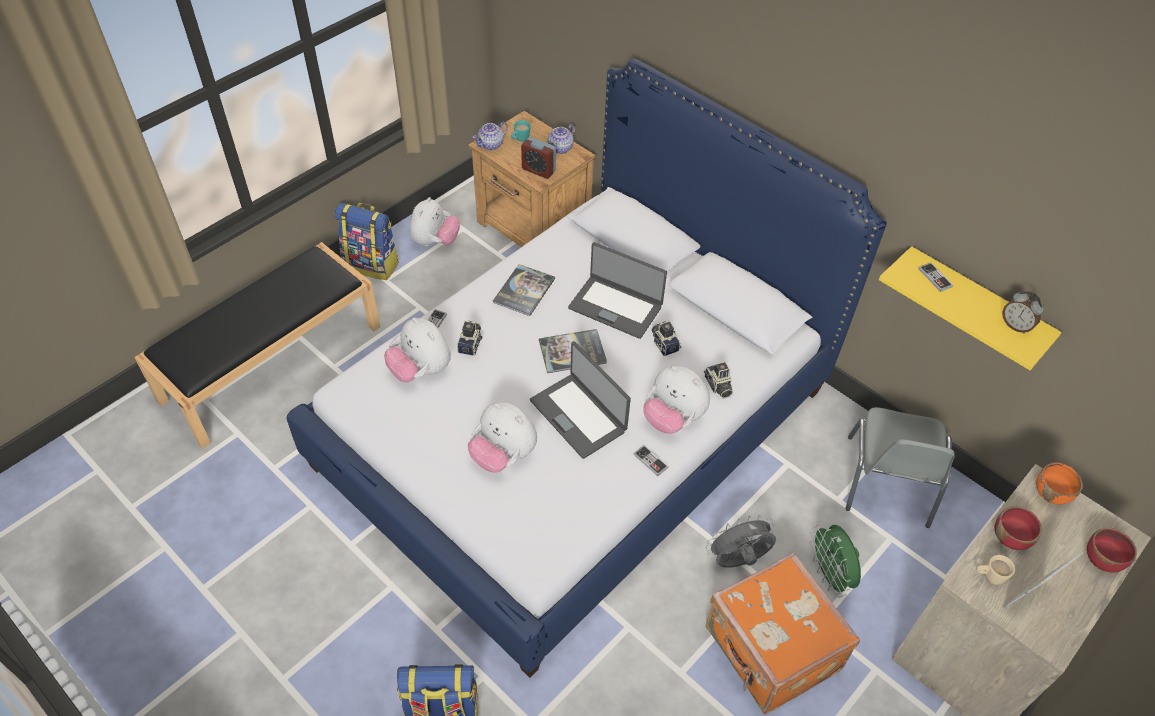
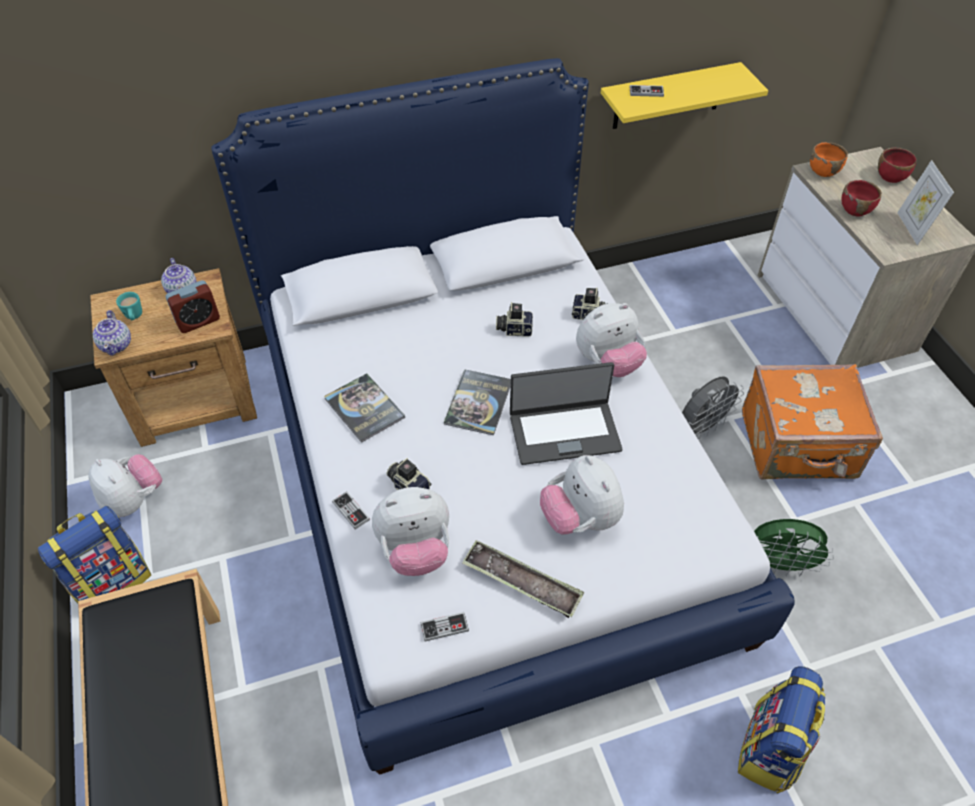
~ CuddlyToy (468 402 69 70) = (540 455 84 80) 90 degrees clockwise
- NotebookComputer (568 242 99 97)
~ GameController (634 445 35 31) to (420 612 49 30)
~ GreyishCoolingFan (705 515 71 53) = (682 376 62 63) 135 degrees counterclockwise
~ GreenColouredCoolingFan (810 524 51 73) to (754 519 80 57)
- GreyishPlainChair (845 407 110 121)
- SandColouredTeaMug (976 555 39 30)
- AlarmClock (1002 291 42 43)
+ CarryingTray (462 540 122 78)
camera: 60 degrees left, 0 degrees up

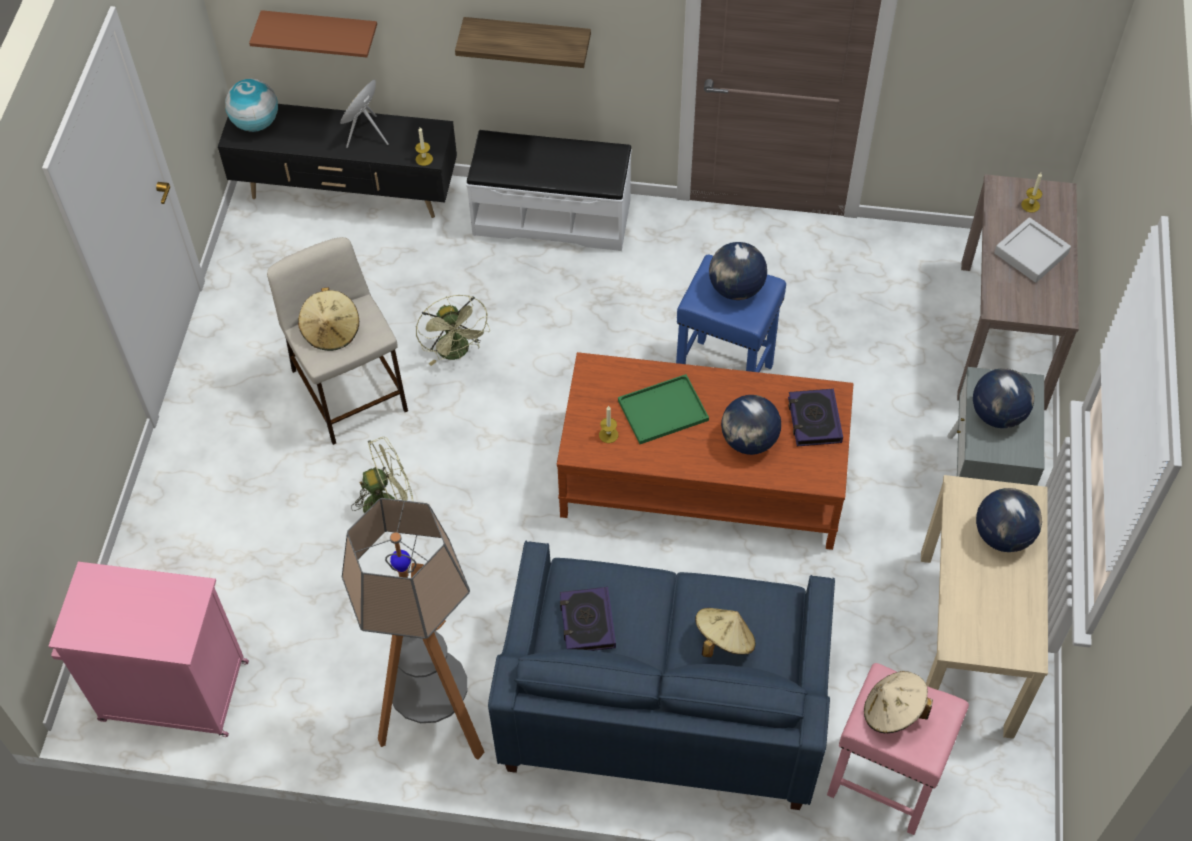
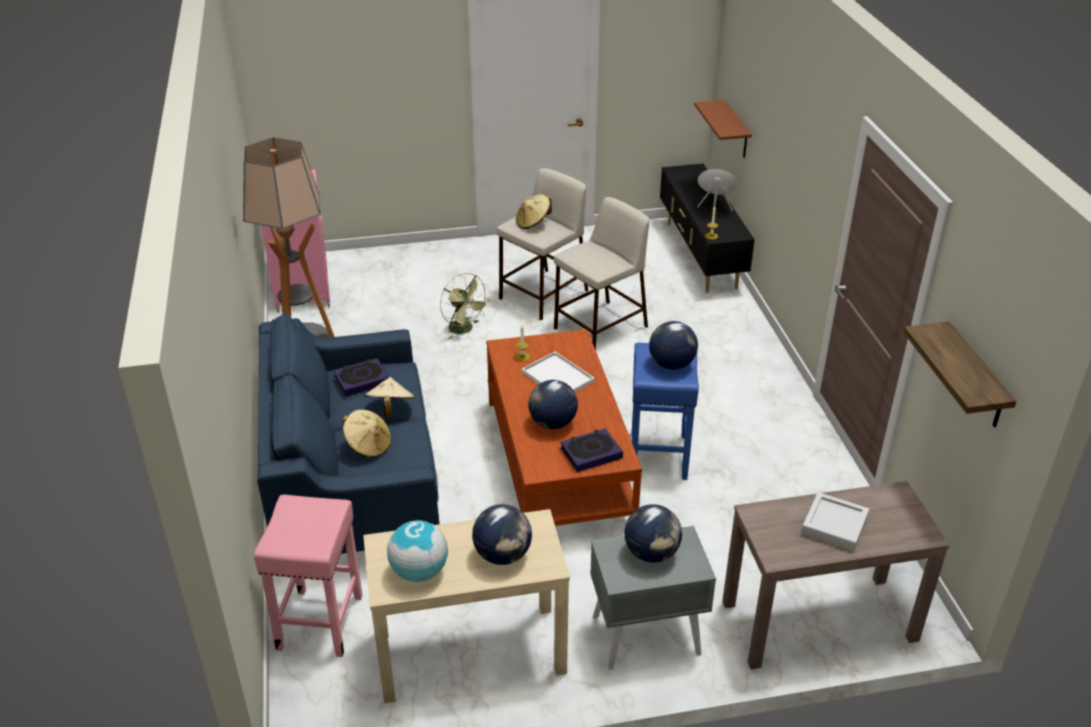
~ WorldGlobe (225 79 53 53) to (387 520 61 62)
~ GreenColouredCoolingFan (416 295 74 71) to SandColouredStool (554 197 95 153)
~ Shelf (455 17 136 51) to (903 321 114 106)
- WhiteColouredBench (466 130 166 121)
~ GreenColouredCarryingTray (618 374 91 70) to WhiteColouredCarryingTray (522 352 73 40)
~ SandColouredClothingHat (864 671 69 62) to (364 377 51 40)
- WaxLight (1021 173 21 40)
camera: 70 degrees right, 20 degrees down

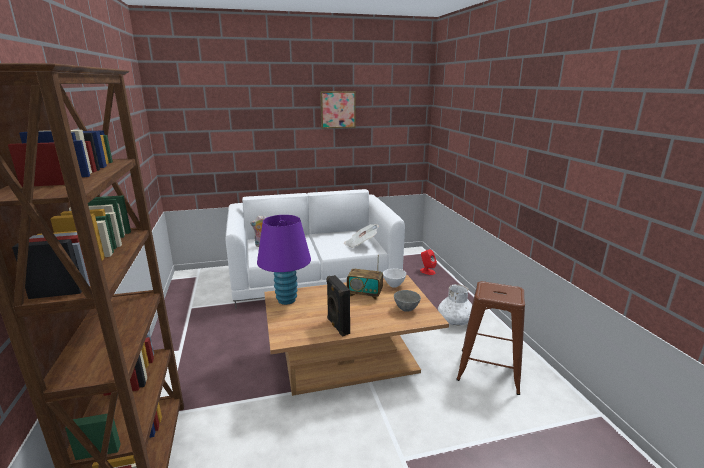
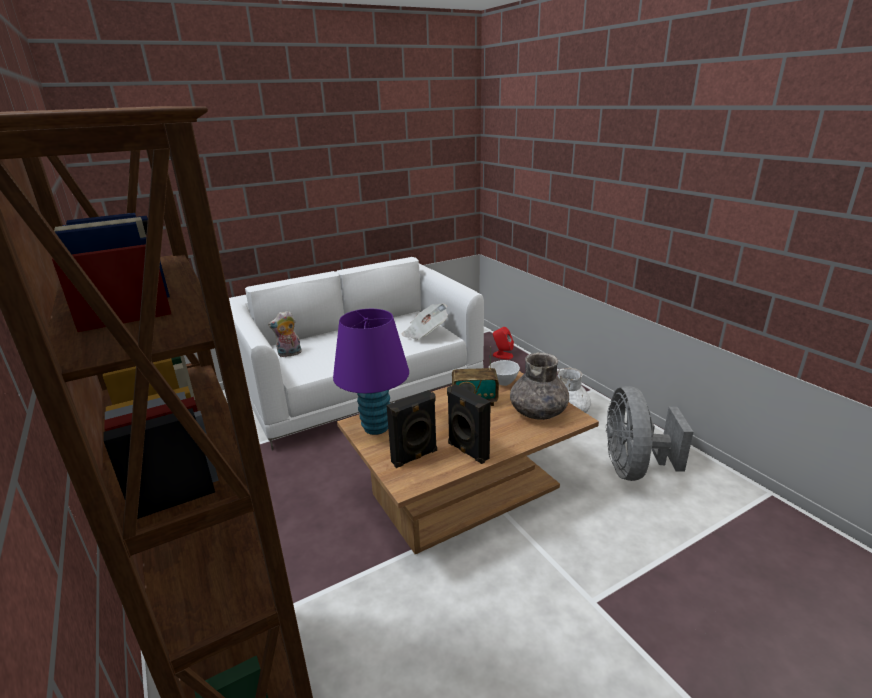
- WallArt (320 91 36 38)
~ GreyishServingBowl (394 290 27 22) to GreyishFlowerVase (510 353 59 67)
~ BrownishStool (456 281 69 114) to GreyishCoolingFan (606 386 87 95)
+ BlackColouredAudioSpeaker (387 390 50 78)
camera: 15 degrees left, 5 degrees up

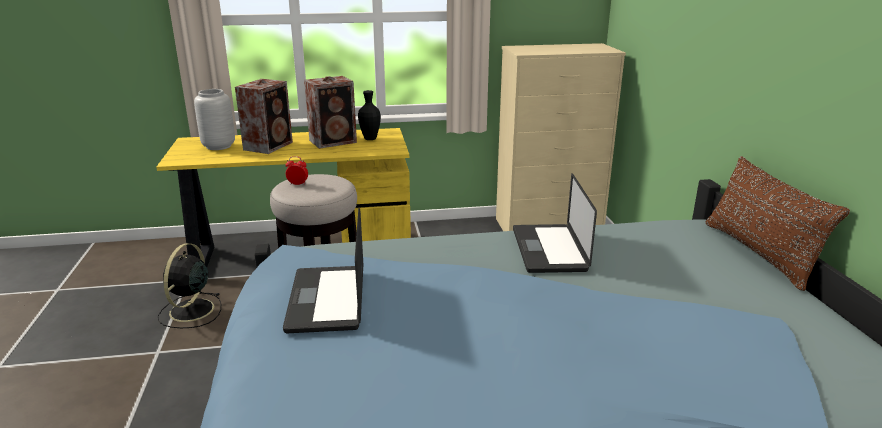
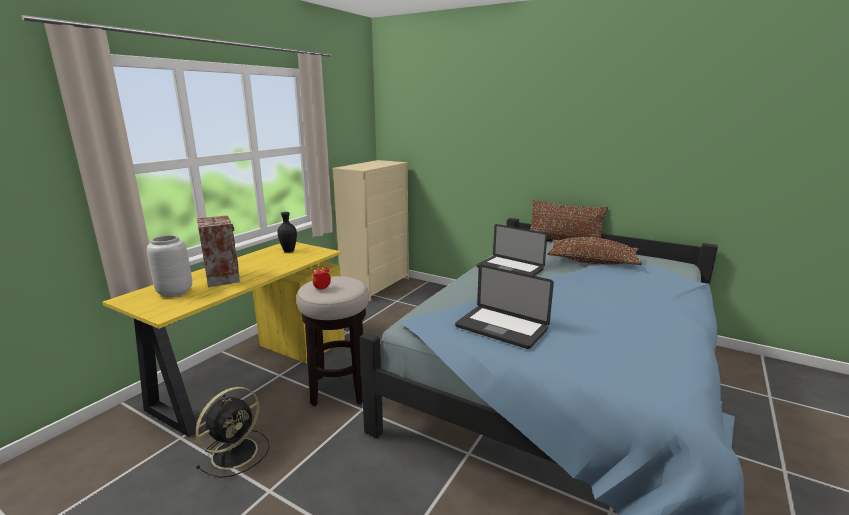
~ BlackColouredCoolingFan (158 243 63 85) = (196 387 73 91) 105 degrees counterclockwise
- AudioSpeaker (304 76 53 73)
+ BrownishThrowPillow (547 237 95 28)
camera: 50 degrees left, 5 degrees down

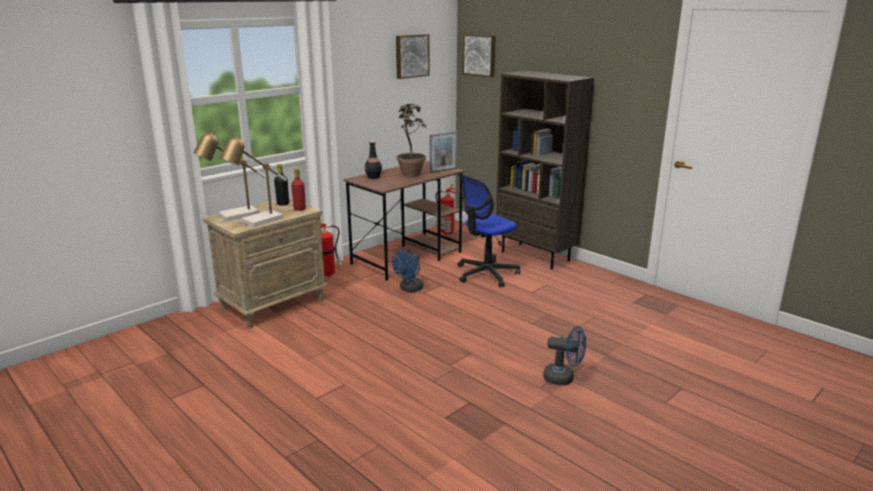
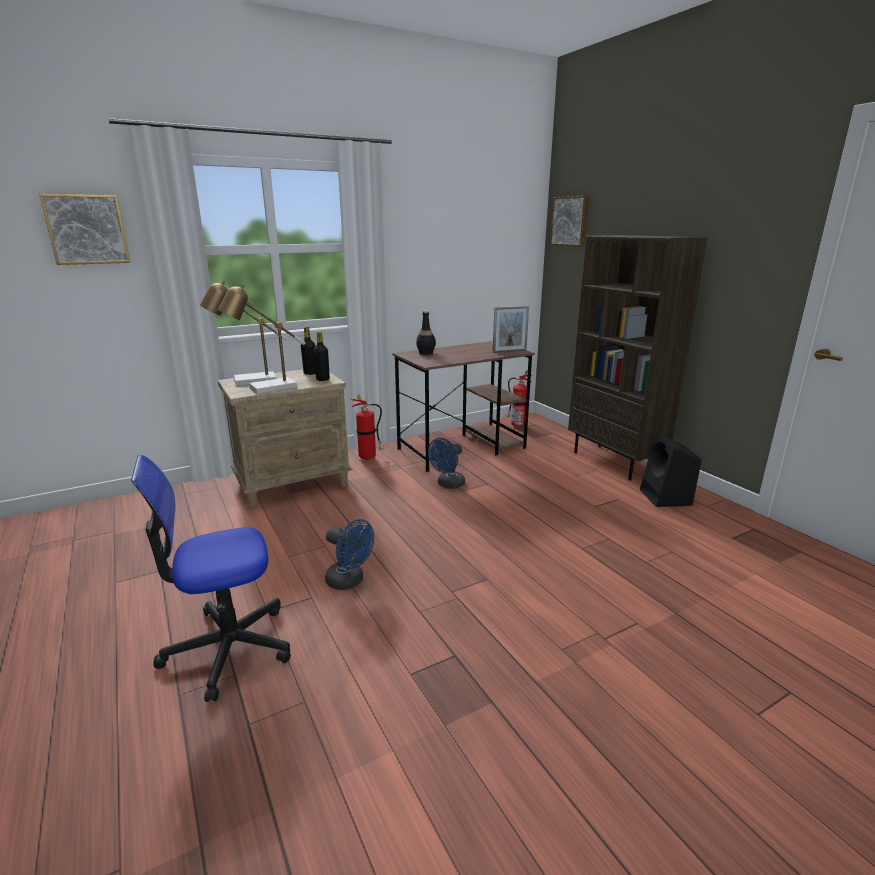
~ ReddishBeverageBottle (291 168 15 43) to BlackColouredBeverageBottle (313 331 17 50)
~ WallArt (396 34 34 45) to (39 194 91 71)
- PlantInAPot (396 104 31 73)
~ ComputerChair (457 175 63 112) to (131 455 160 247)
~ BlueCoolingFan (543 326 43 59) to (325 519 49 71)
+ BlackColouredAudioSpeaker (640 433 62 74)
camera: 15 degrees right, 0 degrees up

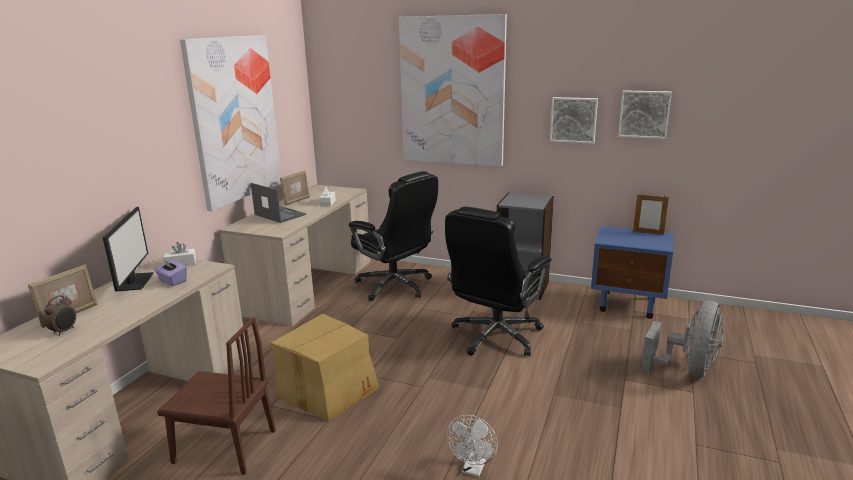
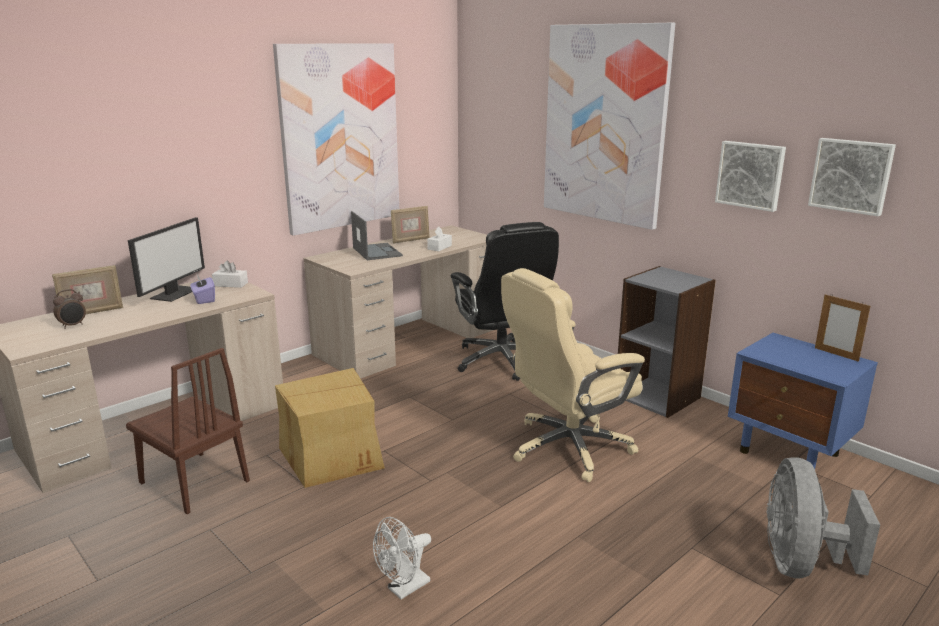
~ BlackColouredComputerChair (445 207 107 149) to SandColouredComputerChair (501 268 144 214)
~ GreyishCoolingFan (641 301 83 76) = (766 457 114 121) 135 degrees clockwise
camera: 25 degrees right, 0 degrees up

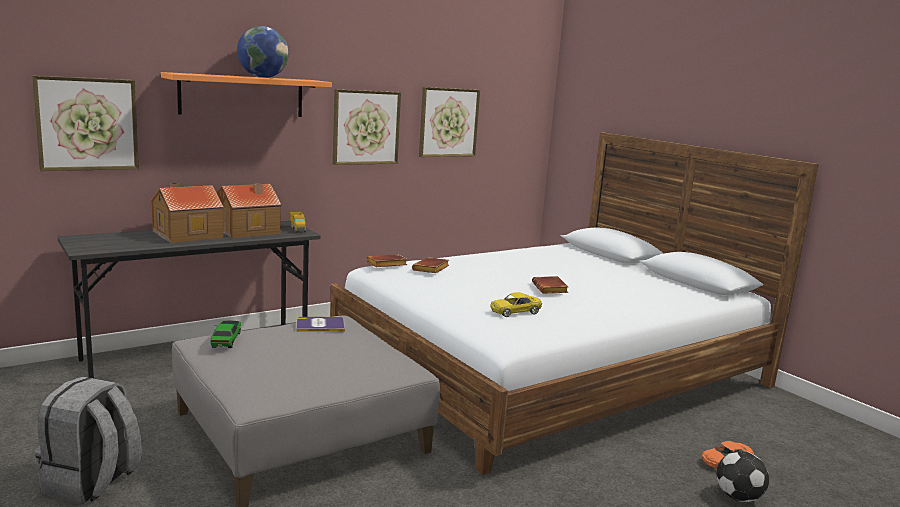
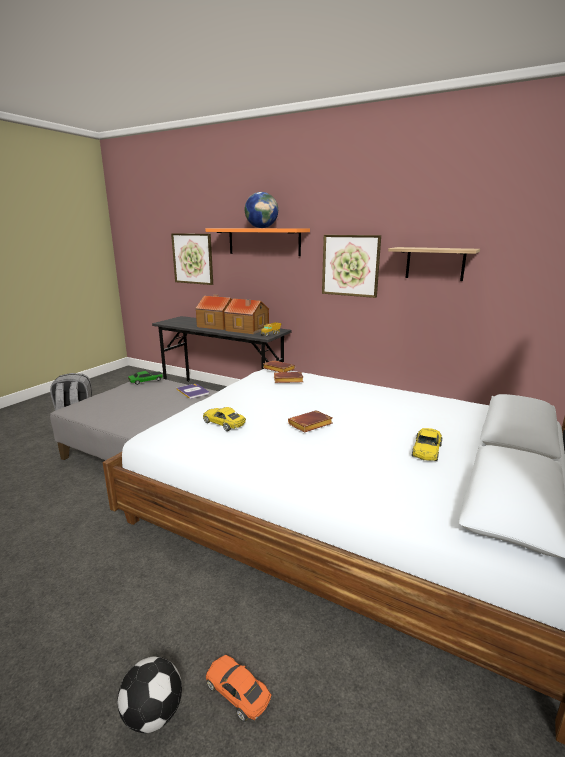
~ WallArt (419 87 61 70) to Shelf (388 247 92 34)
+ YellowColouredModelCar (412 428 30 33)
camera: 65 degrees right, 5 degrees up

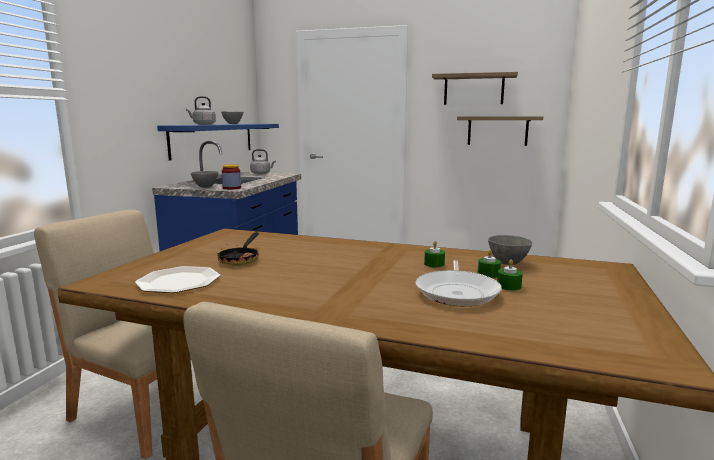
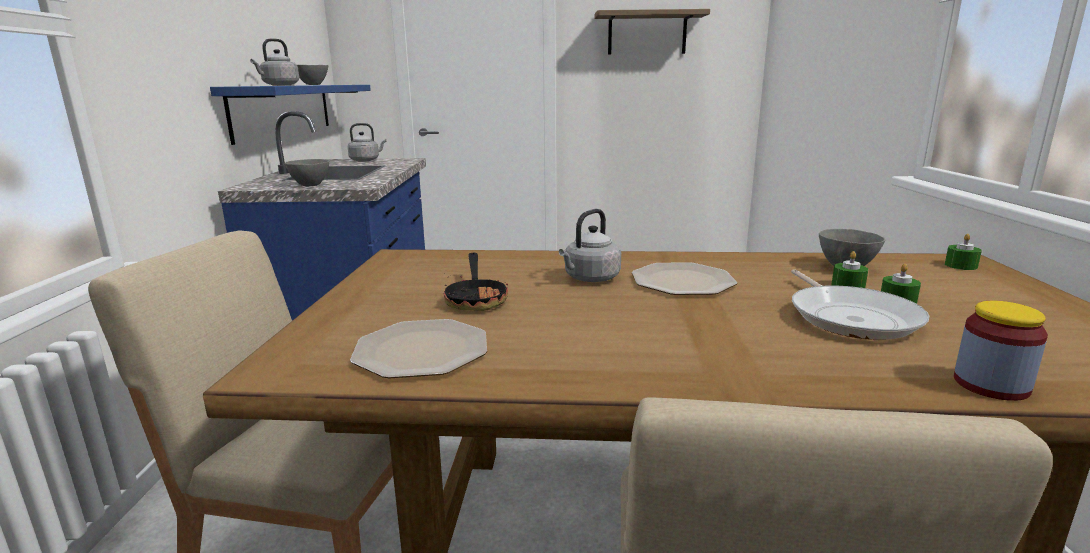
~ StorageJar (222 164 19 25) to (954 301 94 100)
~ GreenColouredWaxLight (424 241 21 27) to (945 234 37 36)
- Shelf (457 116 86 30)
+ GreyishKettle (559 209 62 73)
+ DinnerPlate (632 262 105 33)
camera: 15 degrees left, 5 degrees up

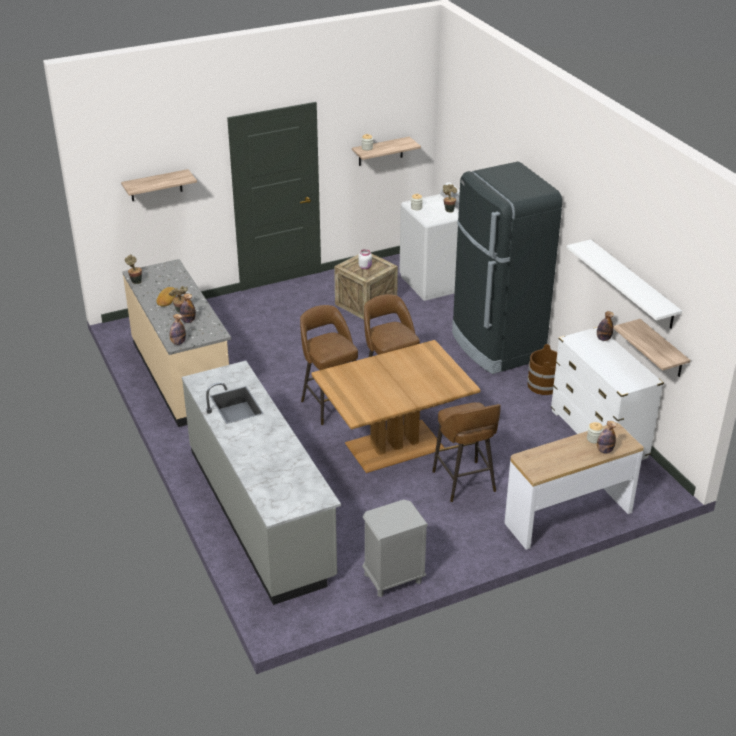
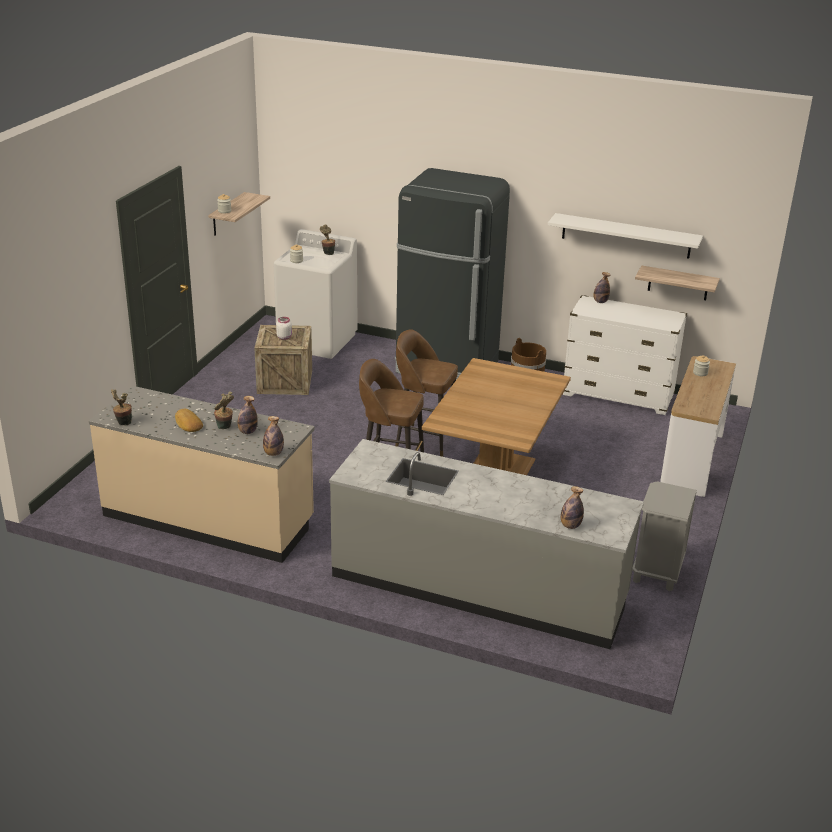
- Shelf (121 169 76 32)
- BrownishStool (432 402 69 100)
~ BeverageBottle (597 421 20 33) to (561 486 23 43)
camera: 45 degrees left, 5 degrees down

